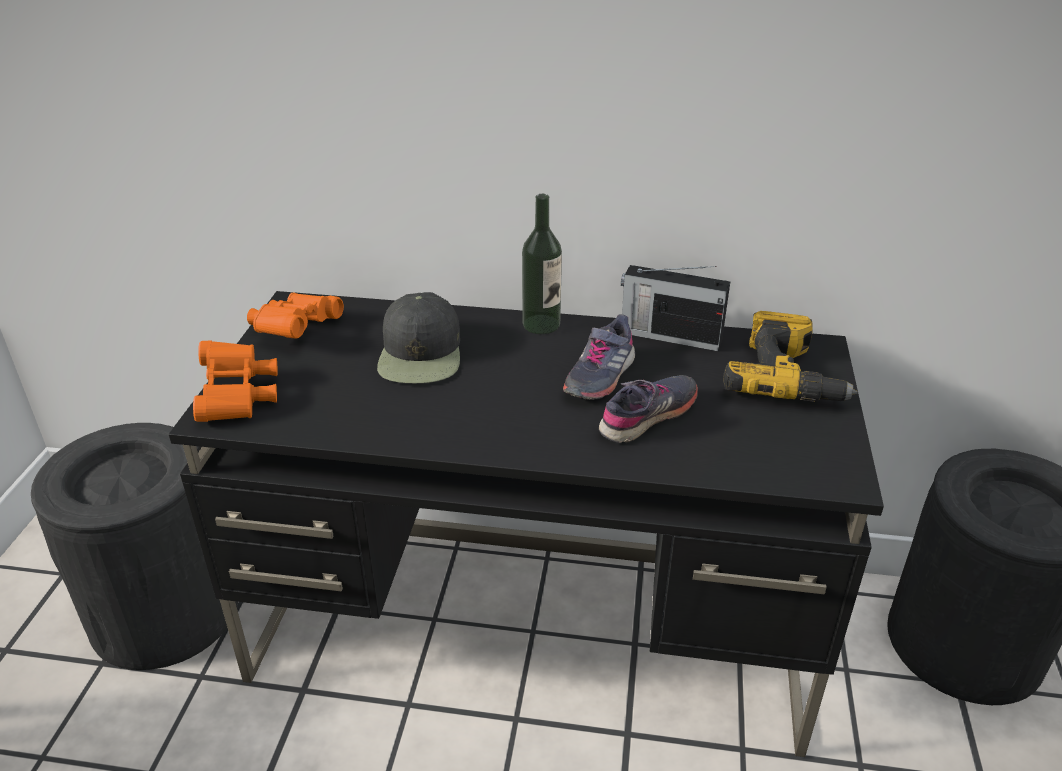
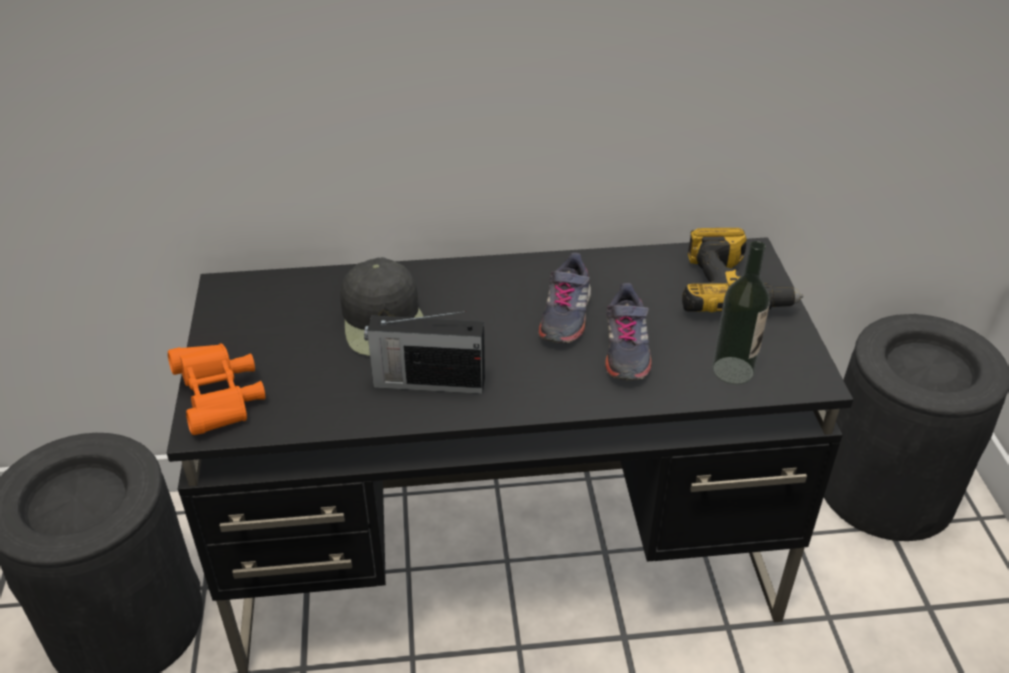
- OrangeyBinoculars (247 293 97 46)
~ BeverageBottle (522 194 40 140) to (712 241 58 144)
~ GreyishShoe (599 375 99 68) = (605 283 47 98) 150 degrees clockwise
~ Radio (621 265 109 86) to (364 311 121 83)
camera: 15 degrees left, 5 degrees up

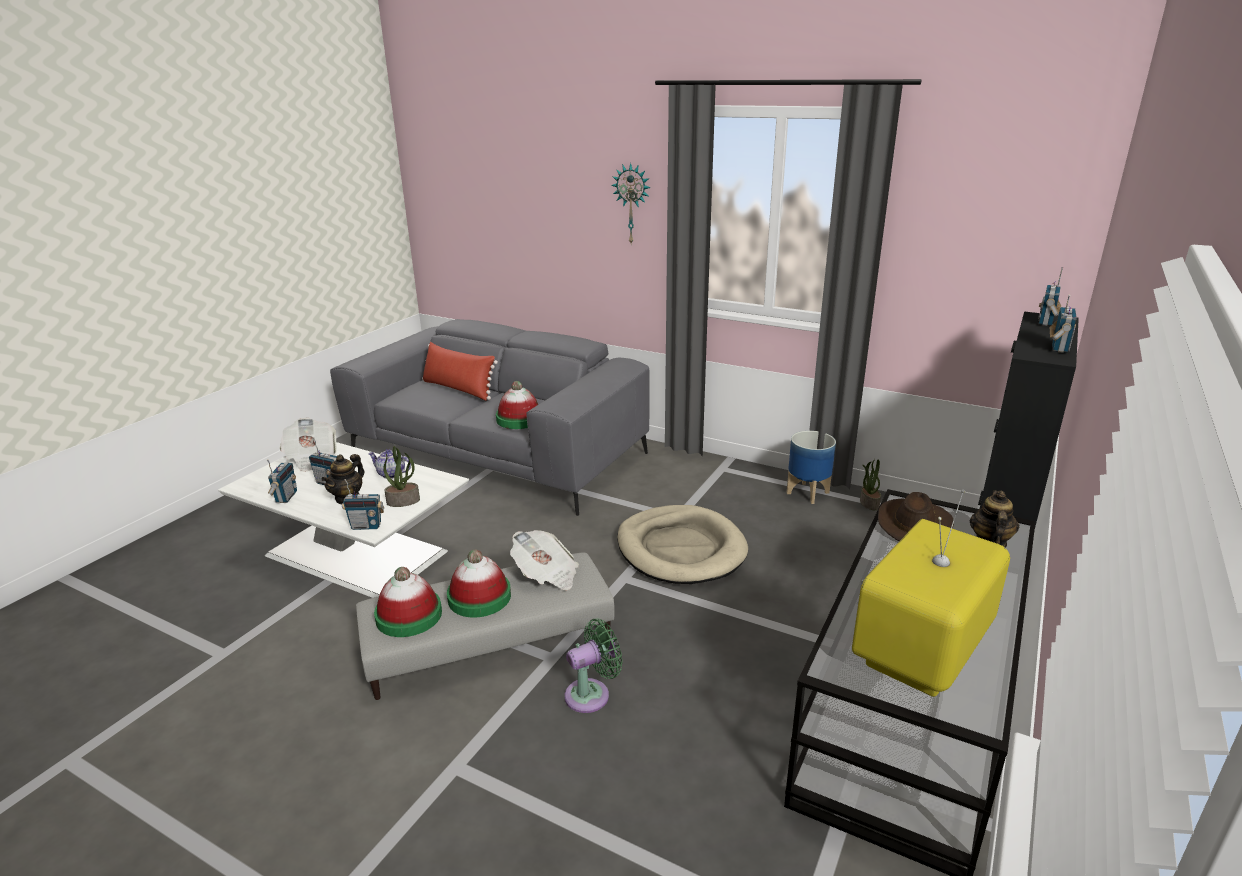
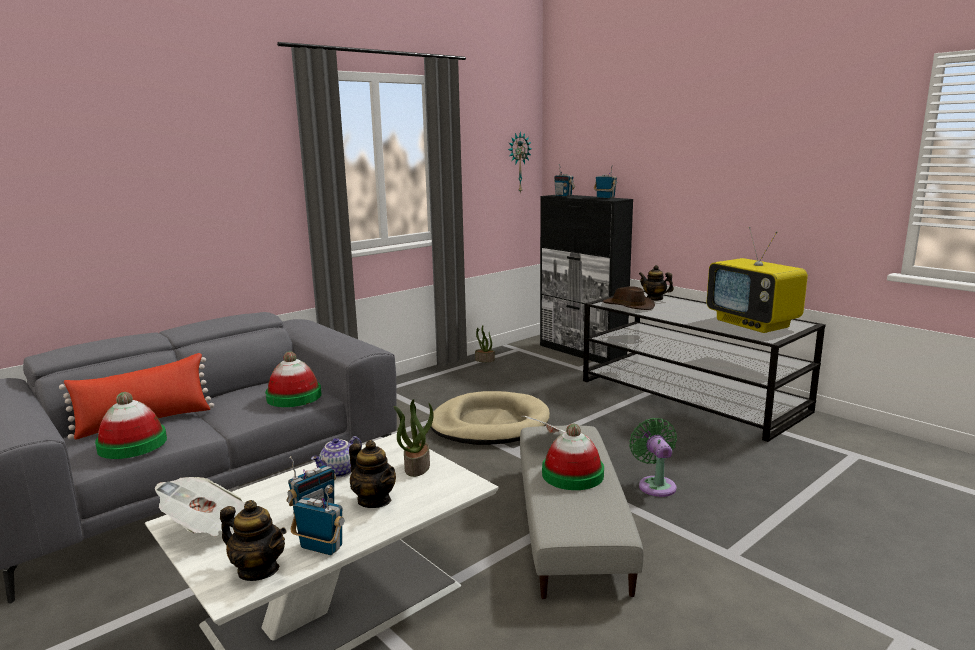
- Radio (342 479 42 51)
~ ClothingHat (374 567 68 70) to (95 392 72 67)
~ HangingClock (612 163 39 81) to (508 132 24 62)
- FlowerPot (787 431 49 73)
+ TeaPot (220 500 67 81)
camera: 70 degrees left, 10 degrees down

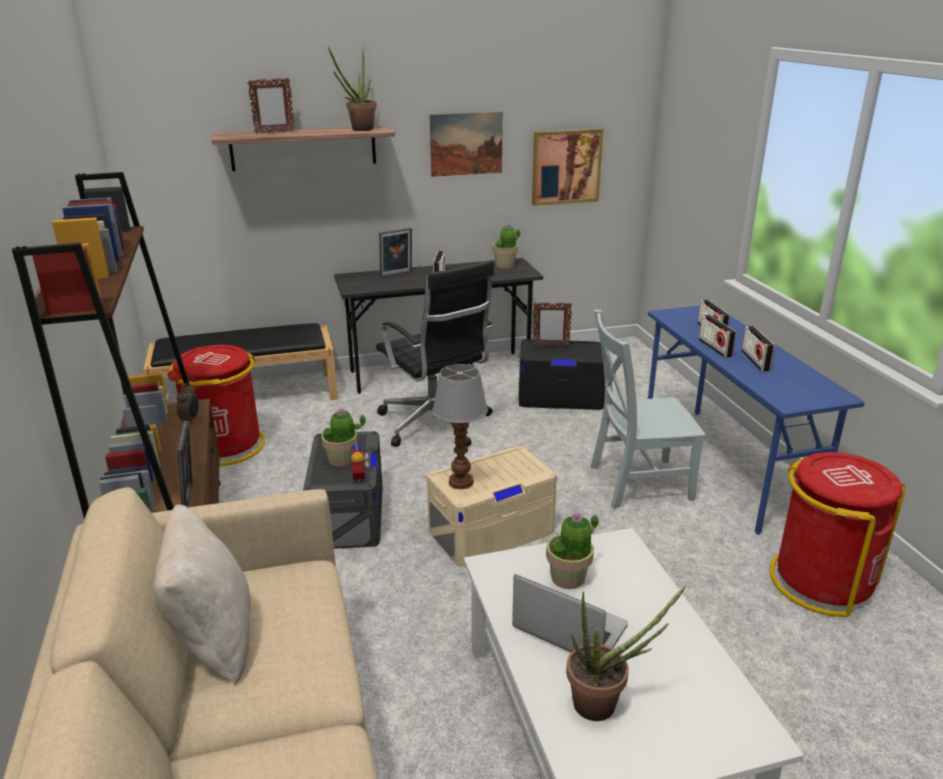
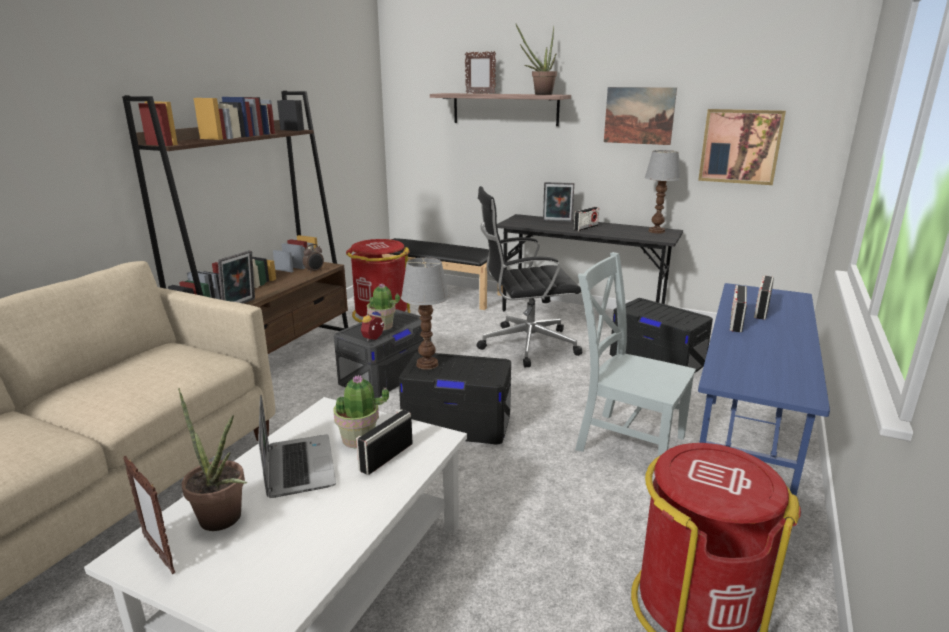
- SandColouredThrowPillow (153 504 98 181)
~ BlackColouredComputerChair (376 260 118 187) = (477 186 105 182) 75 degrees clockwise
~ SandColouredStorageContainer (427 446 130 120) to BlackColouredStorageContainer (399 352 112 93)
~ PlantInAPot (493 224 27 44) to TabletopLamp (644 150 37 84)
~ PhotoFrame (533 302 39 45) to (123 456 52 118)
~ Radio (742 326 33 45) to (356 409 57 66)
camera: 40 degrees right, 5 degrees down

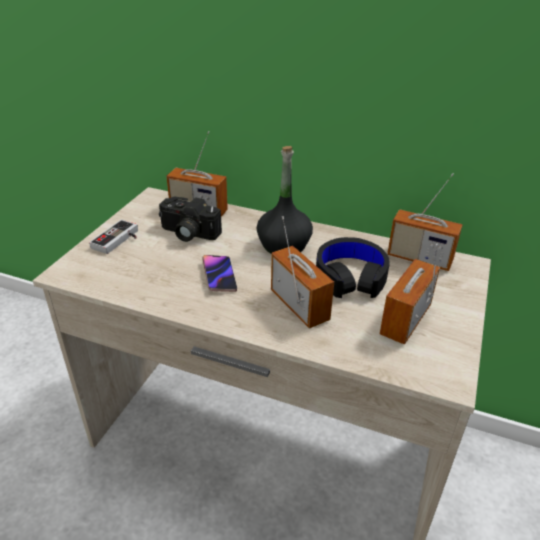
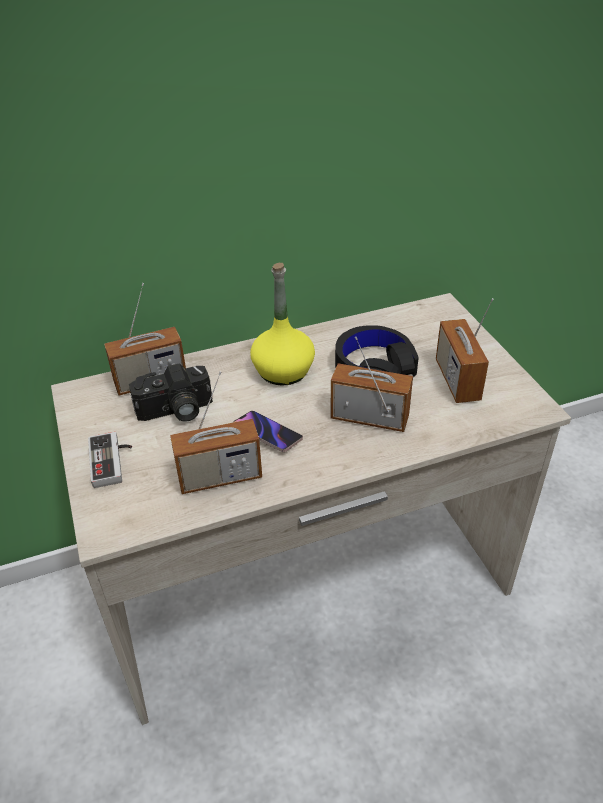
~ BlackColouredBeverageBottle (257 146 56 108) to YellowColouredBeverageBottle (250 263 65 123)
~ Radio (387 173 76 98) to (170 371 92 123)
camera: 40 degrees left, 5 degrees up

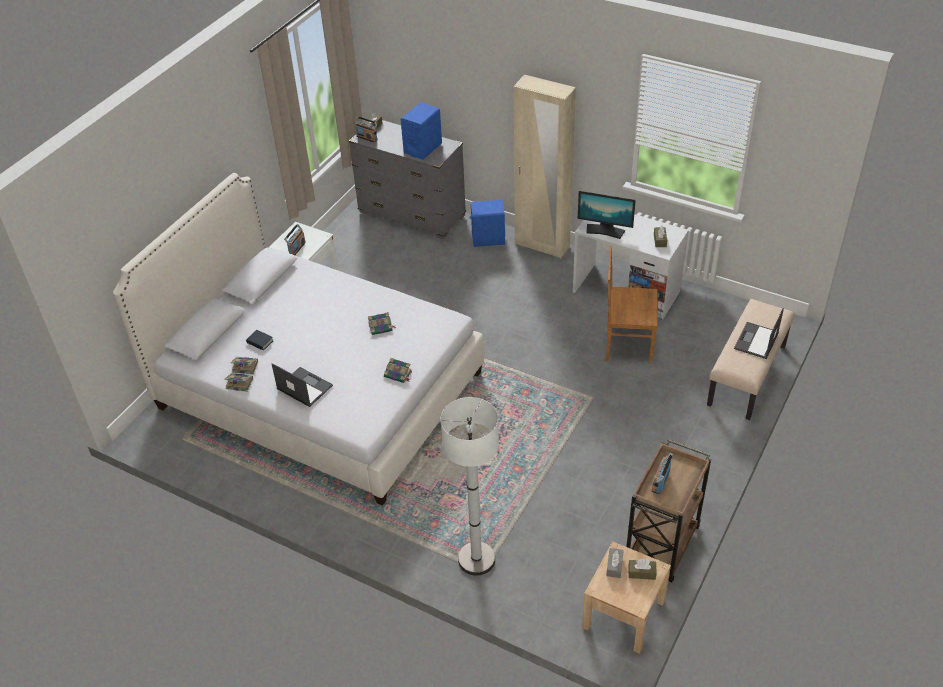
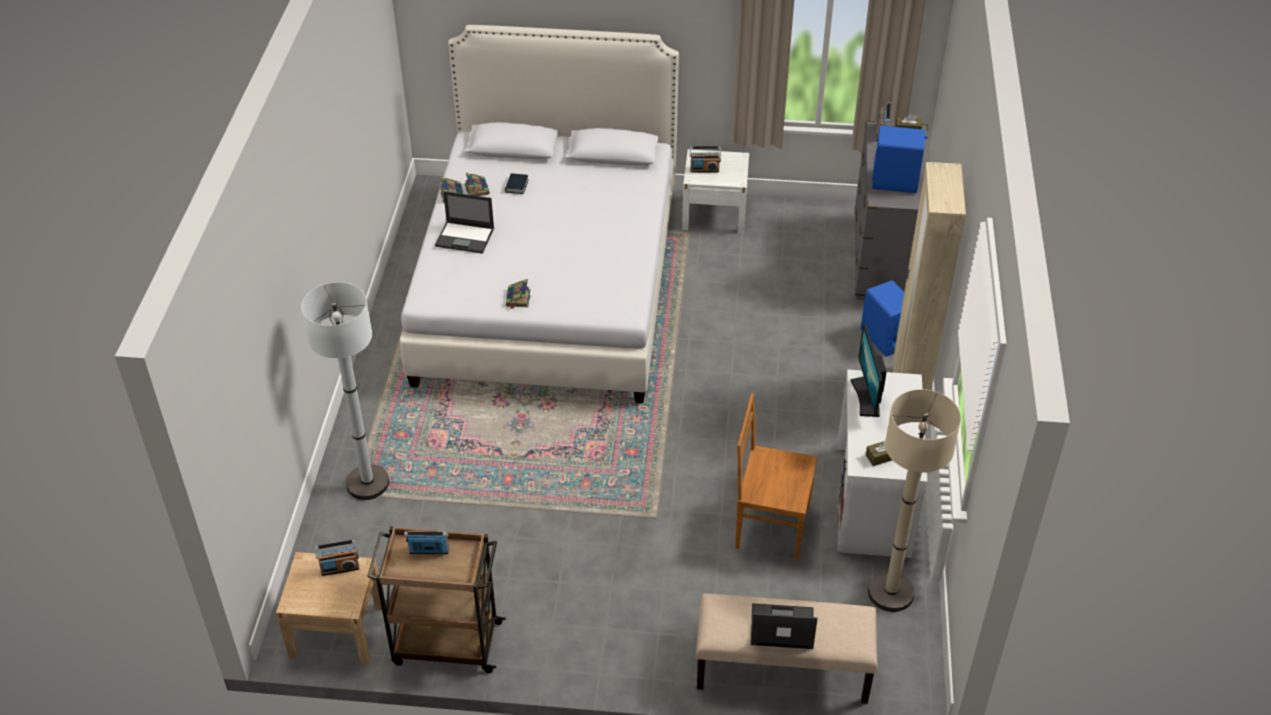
~ NotebookComputer (271 363 62 44) = (435 191 59 63) 90 degrees clockwise
- Volume (368 312 28 23)
~ BrownishPlainChair (606 246 52 118) = (735 393 82 167) 60 degrees counterclockwise
~ GreyishTissueBox (606 548 18 30) to Radio (315 540 44 36)
- BrownishTissueBox (629 559 27 21)
+ SandColouredStandingLamp (868 389 93 223)
camera: 65 degrees right, 0 degrees up

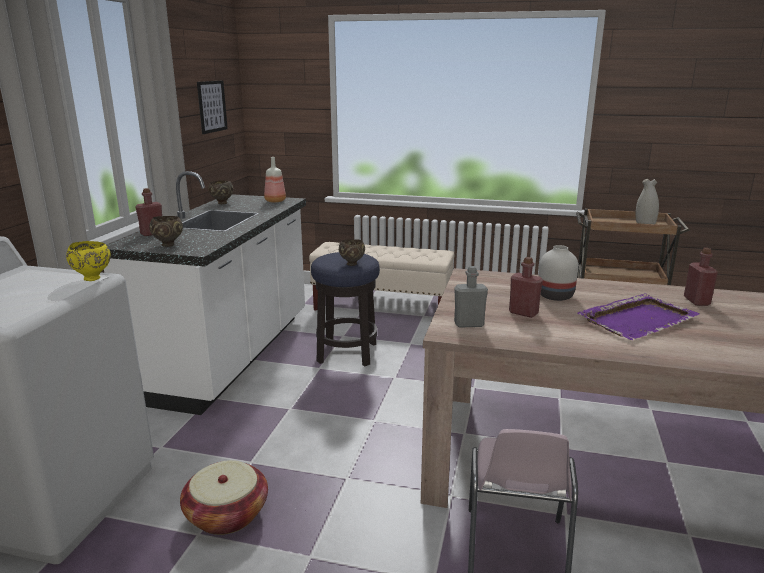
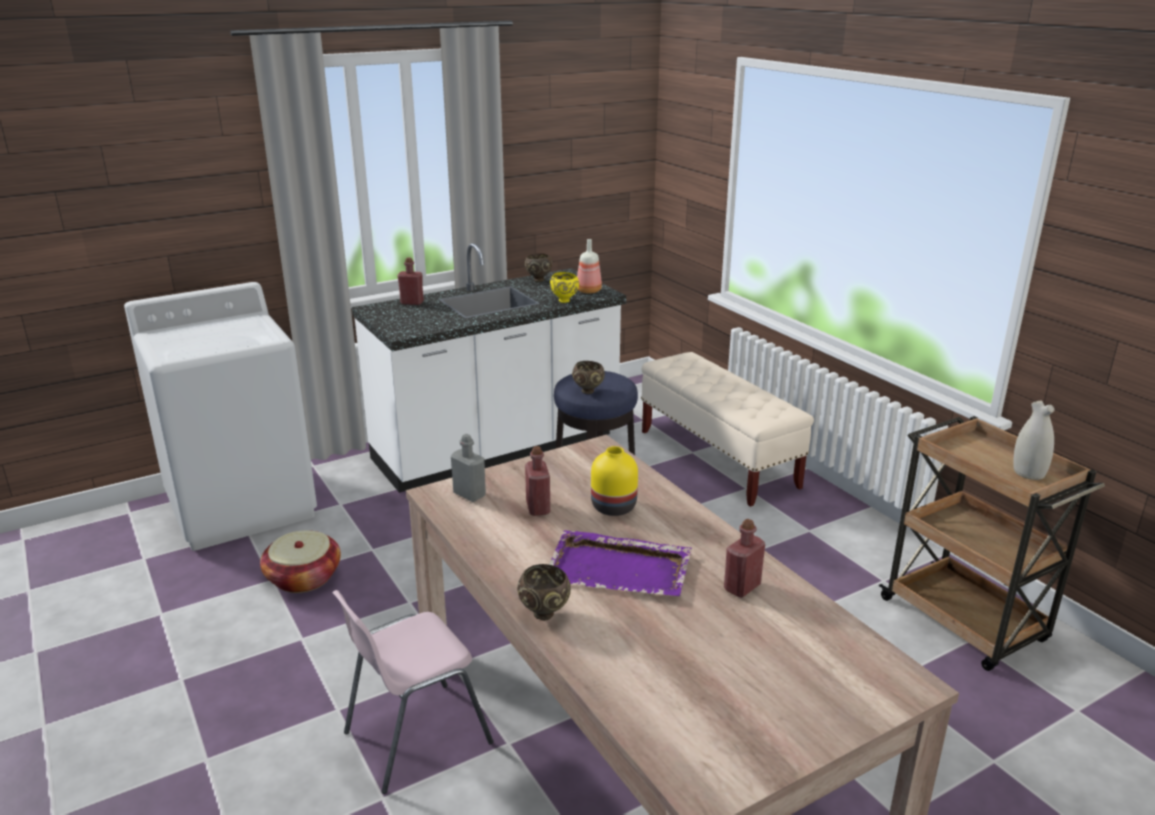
~ YellowColouredServingBowl (66 241 45 40) to (550 272 29 31)
~ BrownishServingBowl (149 216 34 31) to (517 564 54 57)
- WallArt (197 80 31 54)
~ WhiteColouredFlowerVase (539 245 39 56) to YellowColouredFlowerVase (591 446 47 70)
camera: 45 degrees right, 5 degrees up

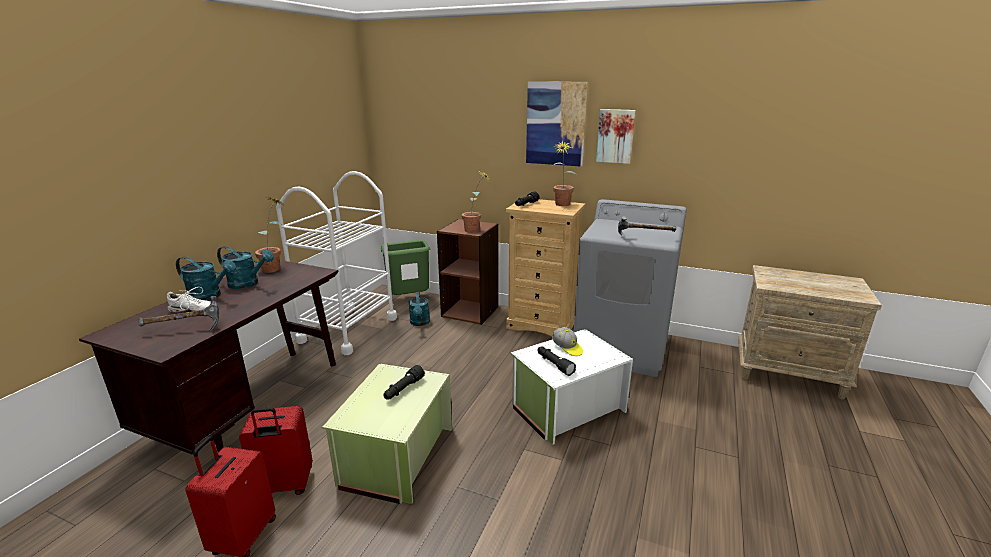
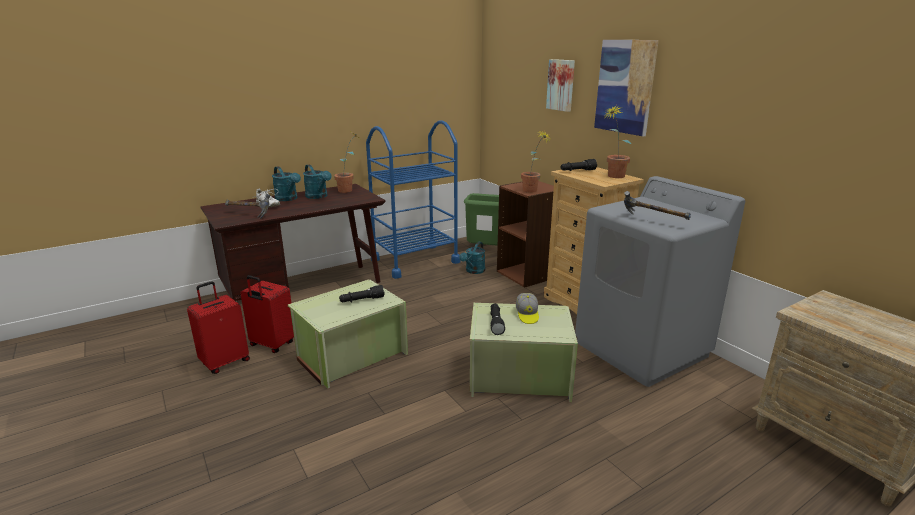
~ WhiteColouredCart (276 171 121 184) to BlueCart (366 120 95 159)
~ WhiteColouredStorageContainer (511 329 122 116) to GreenColouredStorageContainer (469 303 109 99)
~ WallArt (596 109 40 55) to (546 59 29 53)
camera: 35 degrees right, 0 degrees up

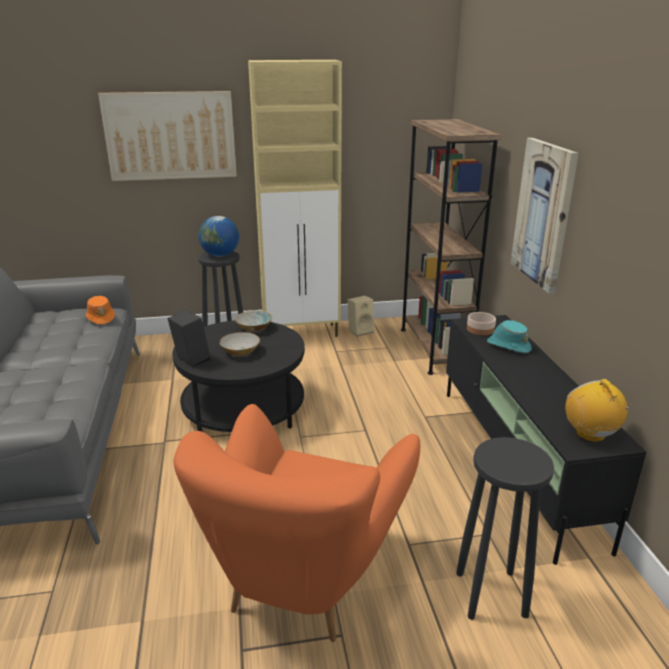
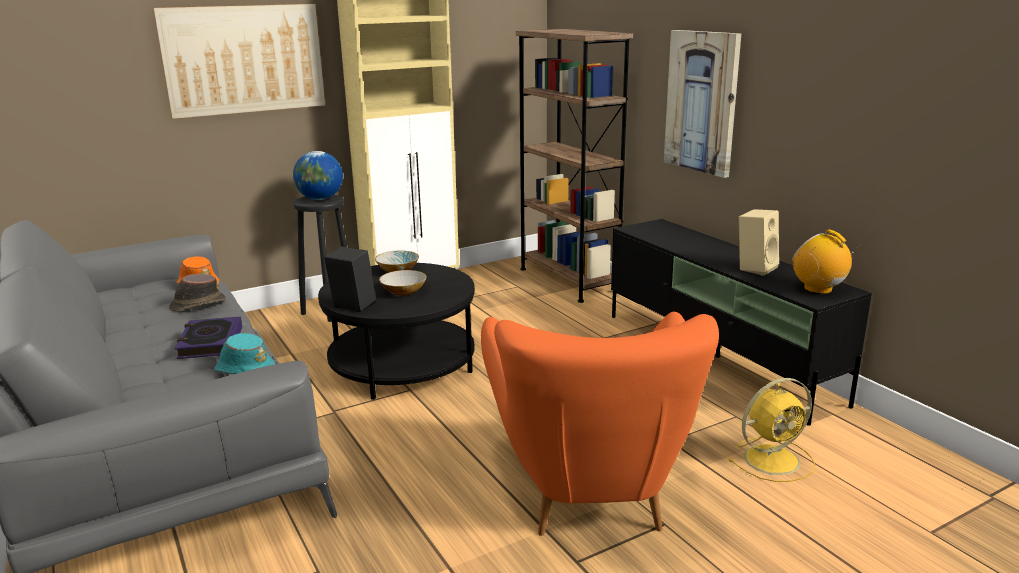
~ SandColouredAudioSpeaker (348 296 26 41) to (739 209 40 67)
~ BlackColouredStool (456 437 98 183) to YellowColouredCoolingFan (728 378 88 104)
- ServingBowl (467 312 29 23)
~ BlueGreenClothingHat (487 320 45 33) to (214 333 61 41)
+ BrownishClothingHat (169 274 57 37)
+ Volume (175 316 67 43)
camera: 20 degrees left, 5 degrees down

